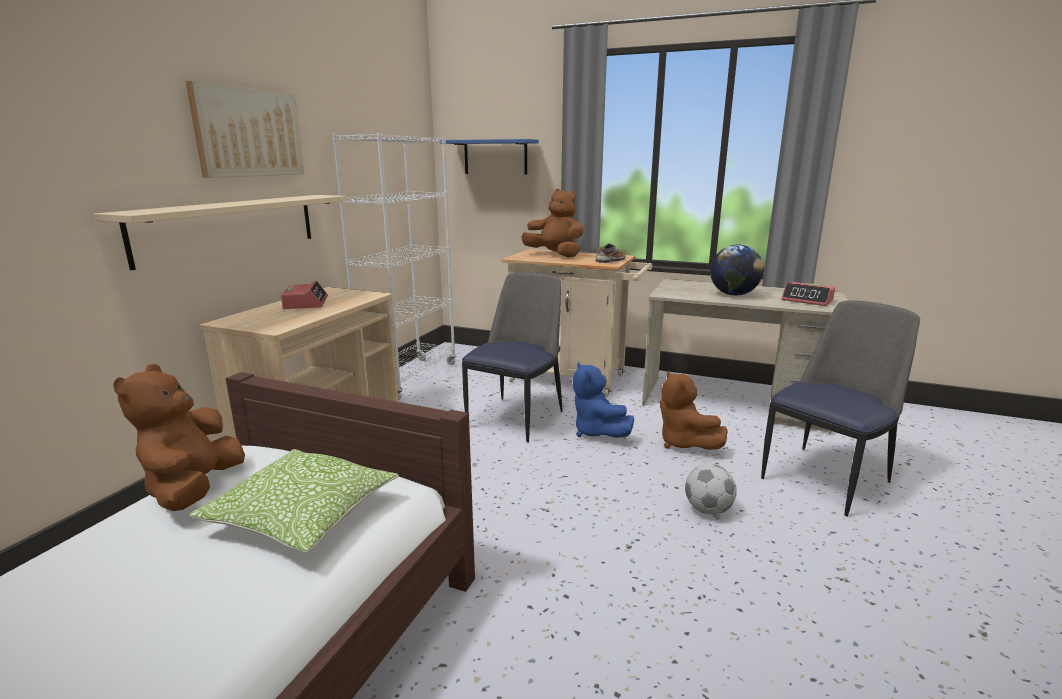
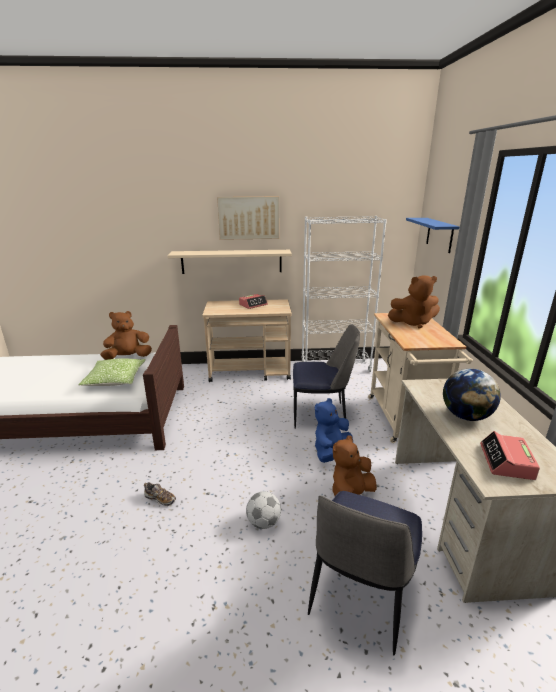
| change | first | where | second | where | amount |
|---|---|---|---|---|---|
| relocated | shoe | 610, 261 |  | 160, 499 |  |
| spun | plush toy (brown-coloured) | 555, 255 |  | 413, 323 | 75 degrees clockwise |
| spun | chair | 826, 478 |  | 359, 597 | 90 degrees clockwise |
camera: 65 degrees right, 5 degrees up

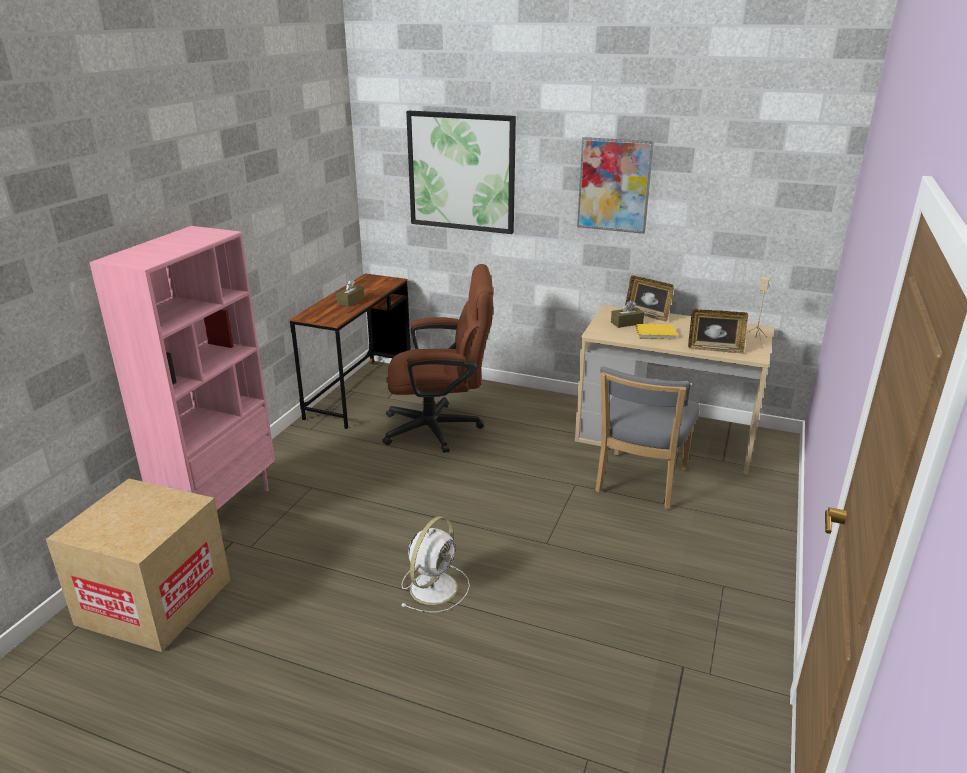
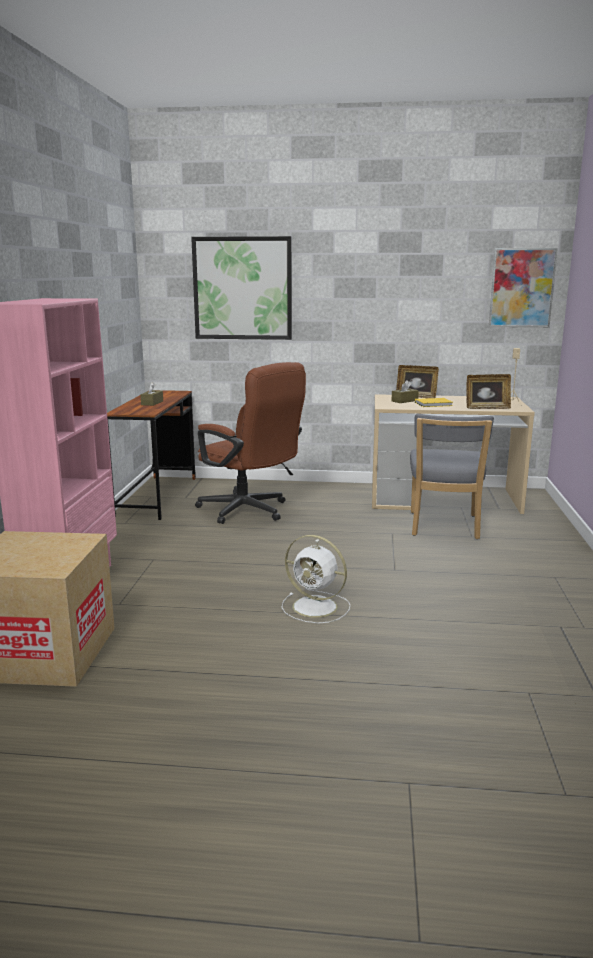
| change | first | where | second | where | amount |
|---|---|---|---|---|---|
| relocated | wall art | 614, 185 |  | 522, 288 |  |
| spun | office chair (brown-coloured) | 441, 428 |  | 249, 511 | 60 degrees clockwise |
| spun | cooling fan (whitish) | 435, 586 |  | 317, 607 | 105 degrees clockwise |
camera: 15 degrees left, 10 degrees down

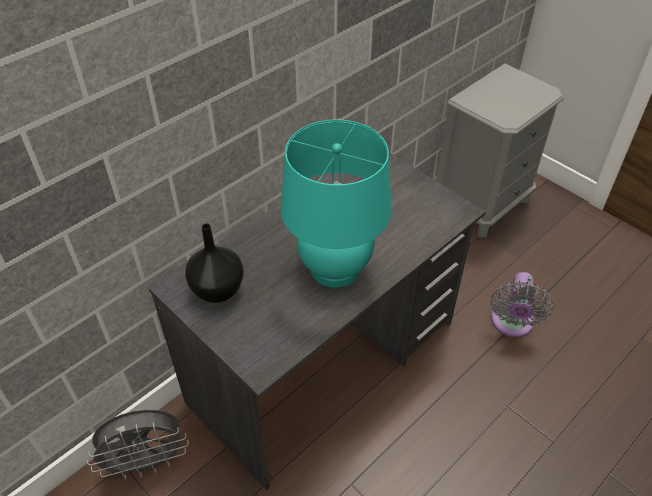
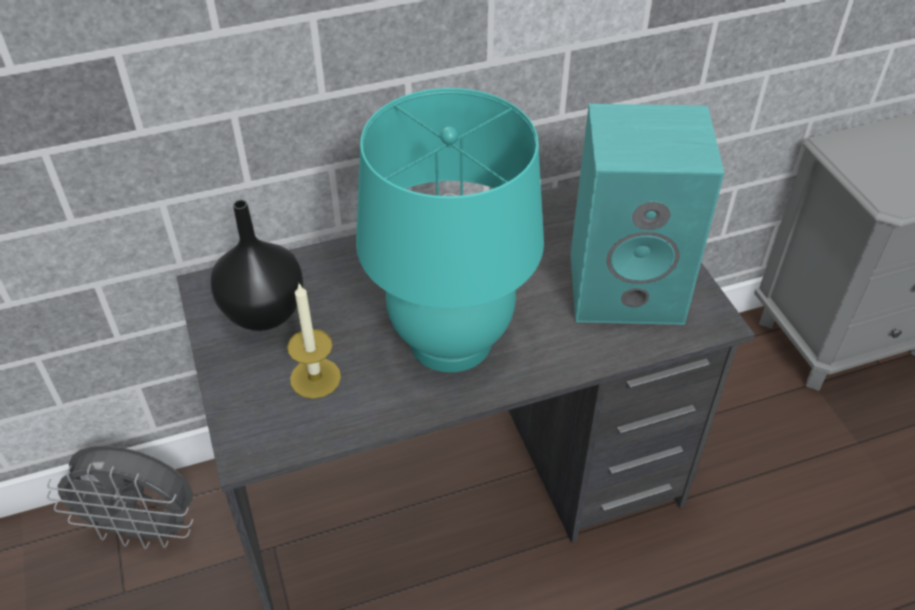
| change | first | where | second | where | amount |
|---|---|---|---|---|---|
| missing | cooling fan (gray) | 511, 324 |  |  |  |
| appeared |  |  | wax candle | 315, 378 |  |
| appeared |  |  | loudspeaker (blue-green) | 628, 286 |  |
camera: 25 degrees right, 0 degrees up

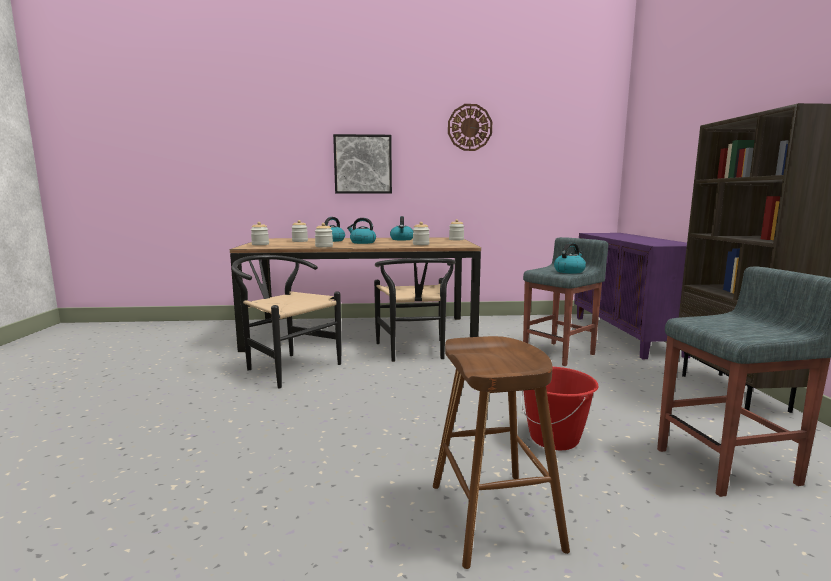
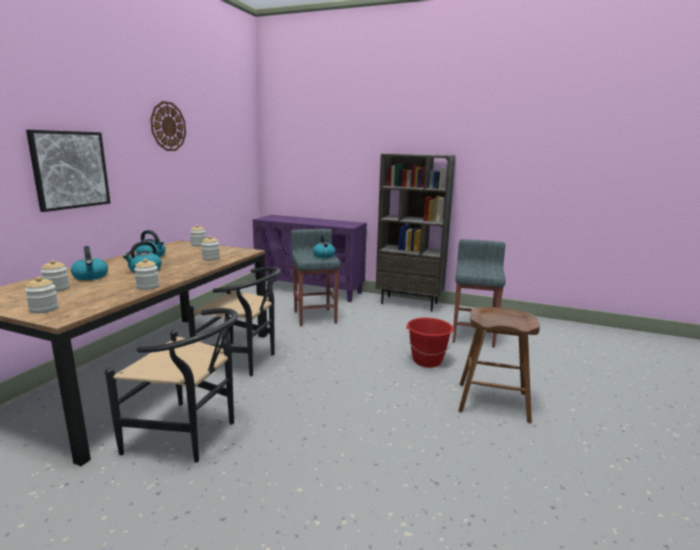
| change | first | where | second | where | amount |
|---|---|---|---|---|---|
| spun | chair (black) | 286, 367 |  | 190, 435 | 135 degrees counterclockwise |
camera: 65 degrees left, 5 degrees up

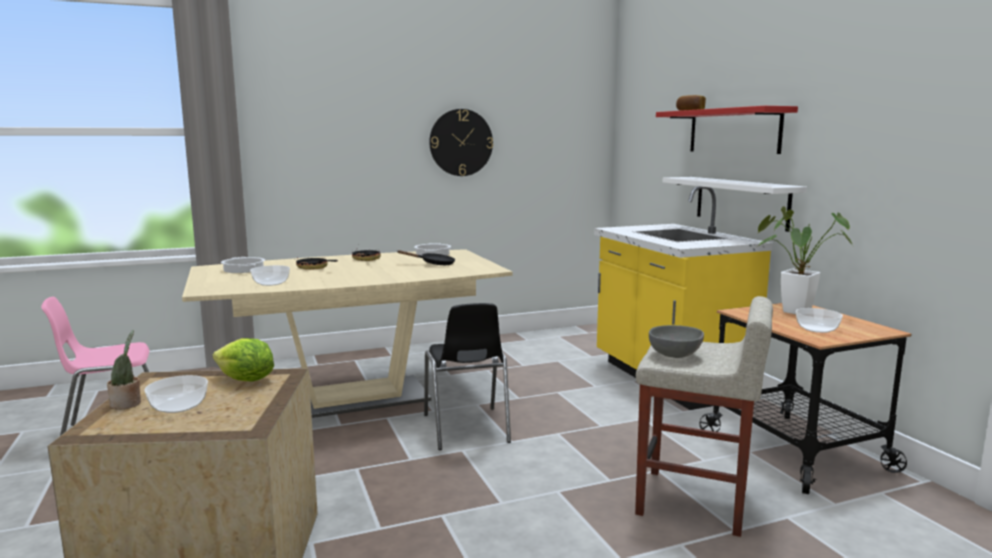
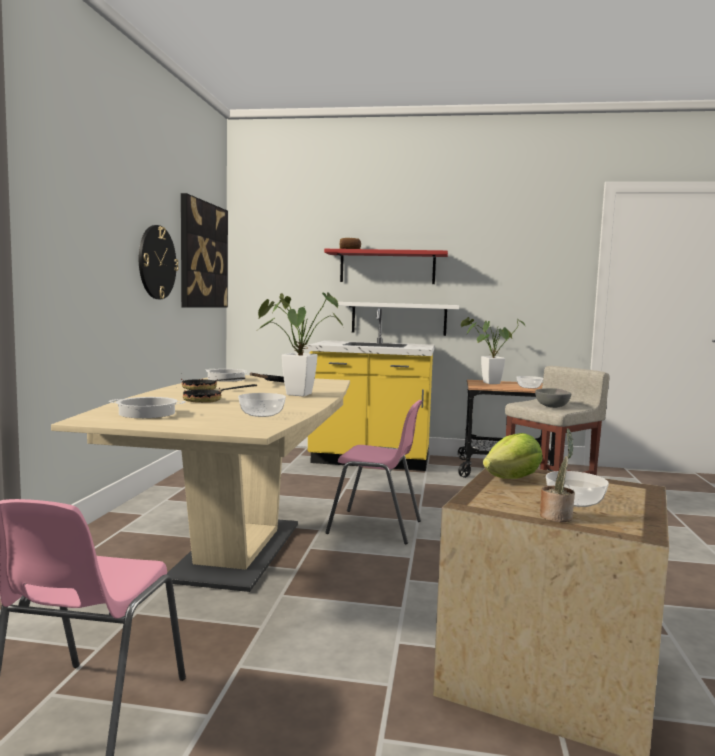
| change | first | where | second | where | amount |
|---|---|---|---|---|---|
| appeared |  |  | wall art | 203, 255 |  |
| appeared |  |  | potted plant | 293, 394 |  |
| colour | chair (black) | 466, 429 | chair (pinkish) | 376, 527 |  |
camera: 60 degrees left, 5 degrees down

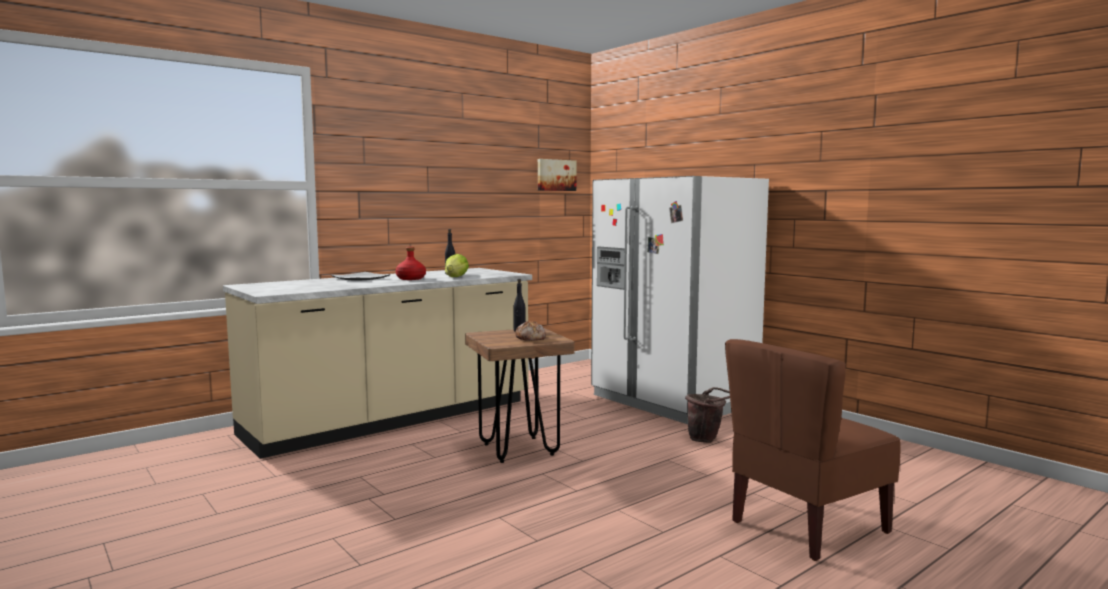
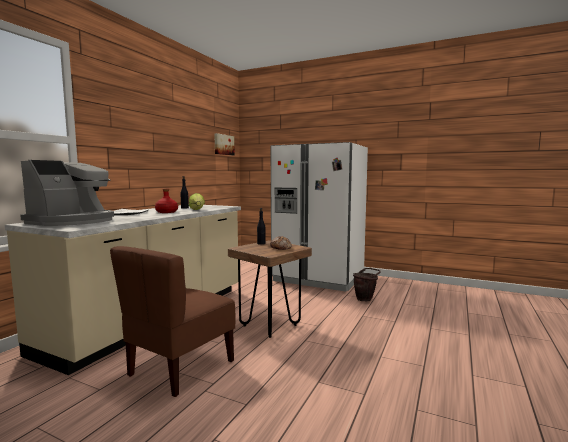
| change | first | where | second | where | amount |
|---|---|---|---|---|---|
| appeared |  |  | coffee maker | 73, 221 |  |
| relocated | chair (brown-coloured) | 806, 526 |  | 180, 368 |  |
camera: 25 degrees left, 0 degrees up

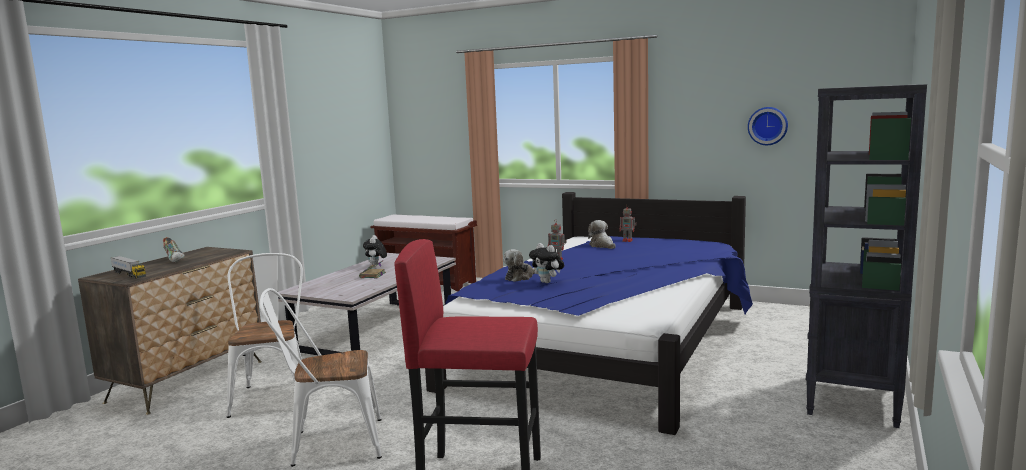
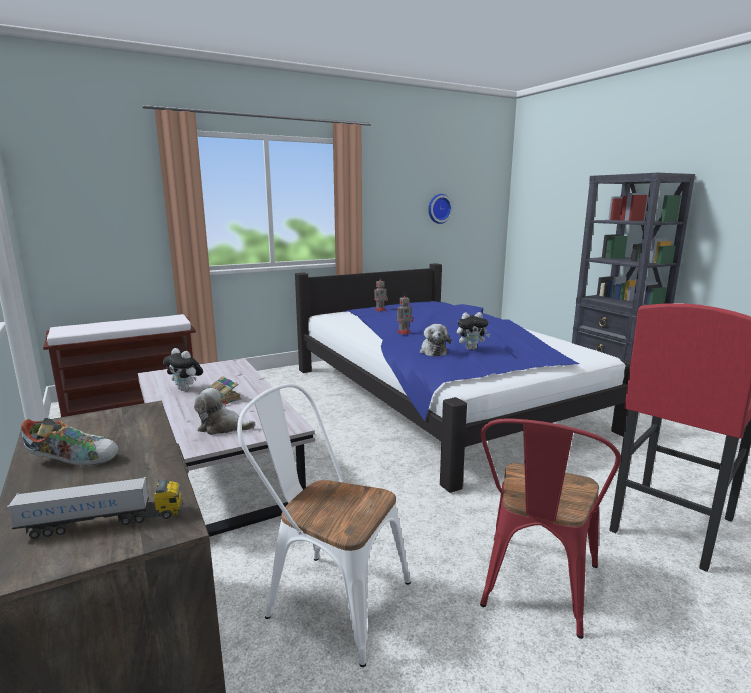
| change | first | where | second | where | amount |
|---|---|---|---|---|---|
| relocated | plush toy | 602, 246 |  | 222, 427 |  |
| colour | chair (whitish) | 329, 443 | chair (red) | 535, 591 |  |
camera: 55 degrees left, 5 degrees up

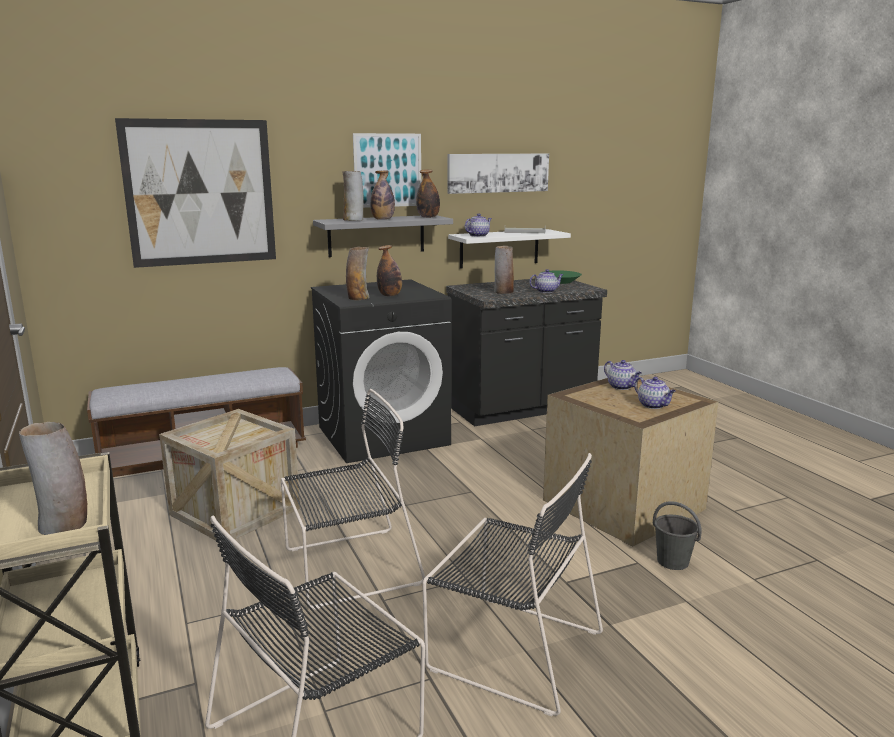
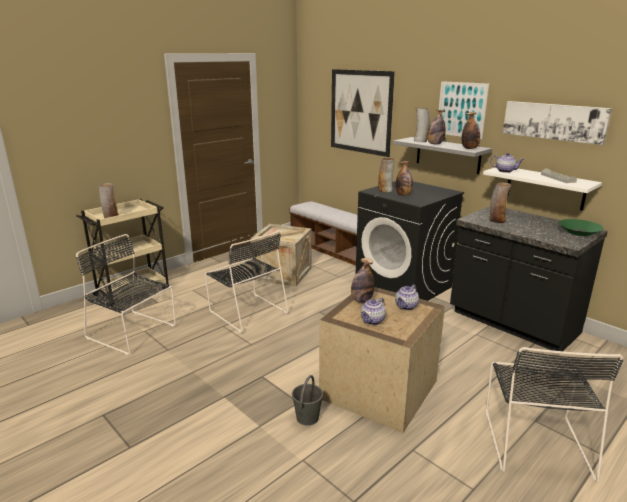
| change | first | where | second | where | amount |
|---|---|---|---|---|---|
| missing | tea pot | 546, 291 |  |  |  |
| appeared |  |  | drink bottle | 361, 300 |  |
| relocated | chair (black) | 510, 648 |  | 535, 441 |  |
camera: 70 degrees right, 5 degrees up

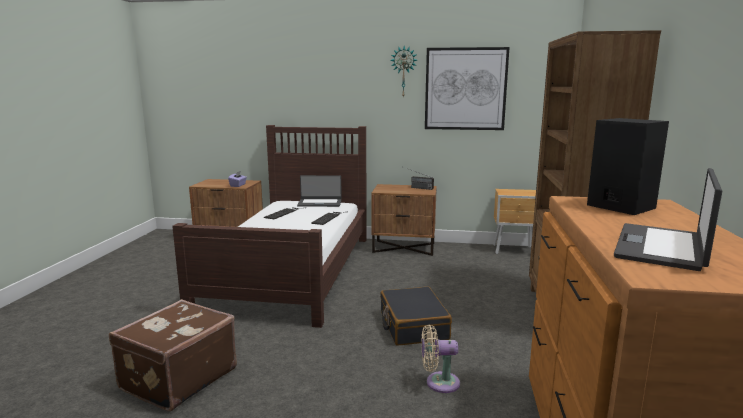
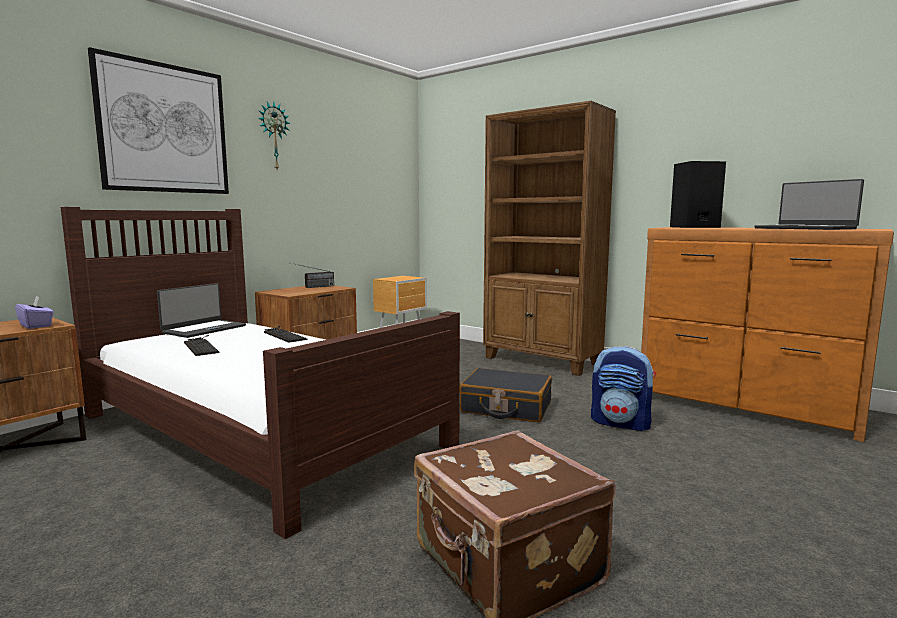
| change | first | where | second | where | amount |
|---|---|---|---|---|---|
| relocated | wall art | 465, 89 |  | 164, 128 |  |
| exchanged | cooling fan (beige) | 439, 383 | knapsack | 621, 423 |  |
camera: 60 degrees left, 5 degrees down

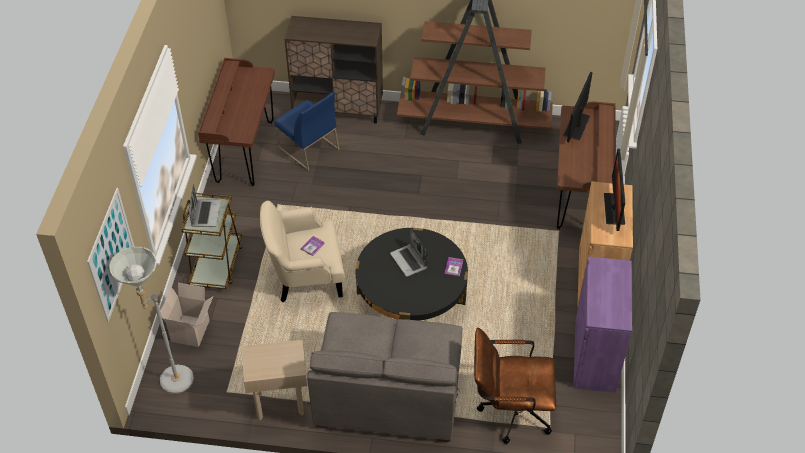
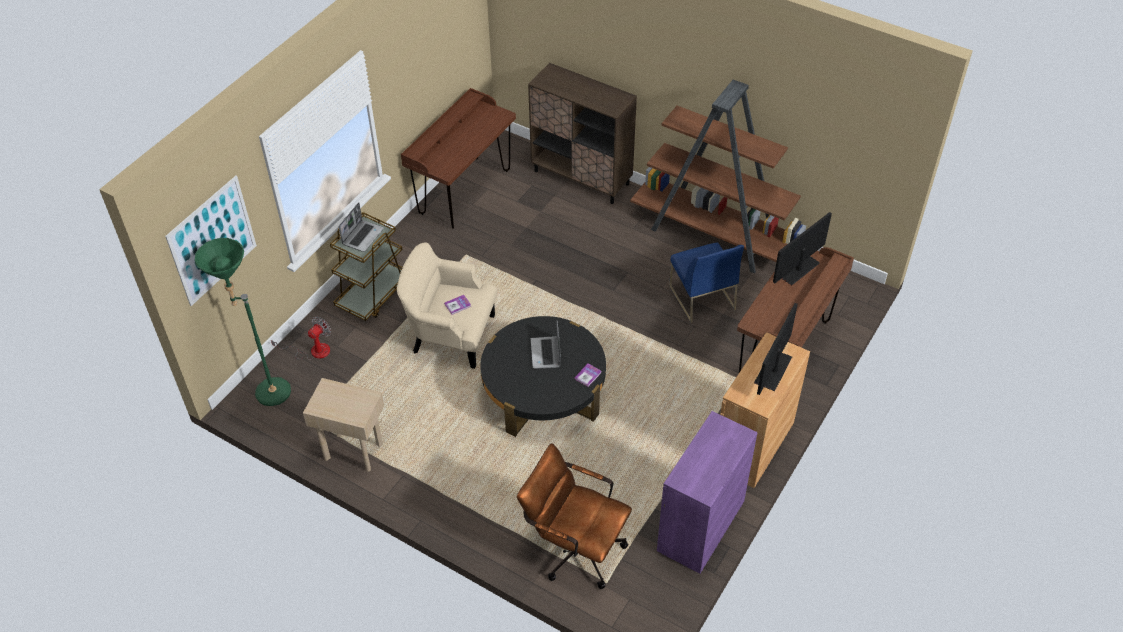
| change | first | where | second | where | amount |
|---|---|---|---|---|---|
| missing | sofa (gray) | 389, 392 |  |  |  |
| relocated | chair (blue-coloured) | 308, 148 |  | 701, 297 |  |
| exchanged | cardboard box | 191, 331 | cooling fan | 313, 351 |  |
| colour | standing lamp (gray) | 169, 382 | standing lamp (green) | 265, 392 |  |
camera: 25 degrees right, 0 degrees up

